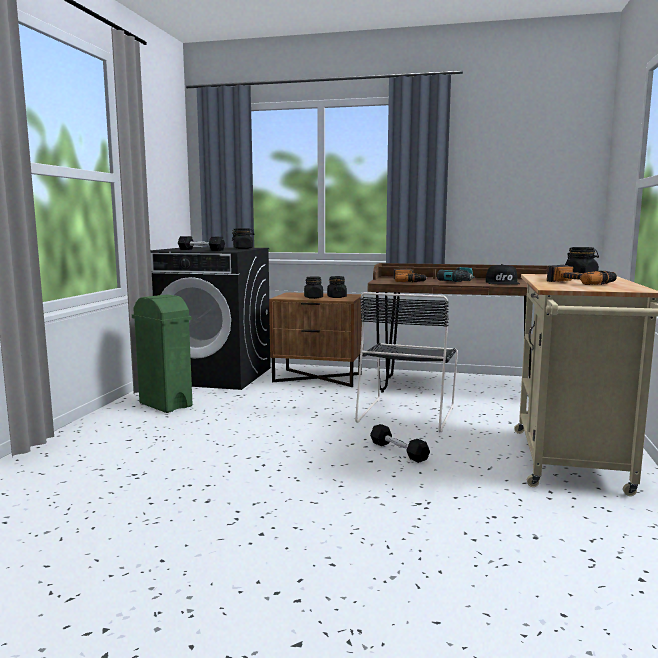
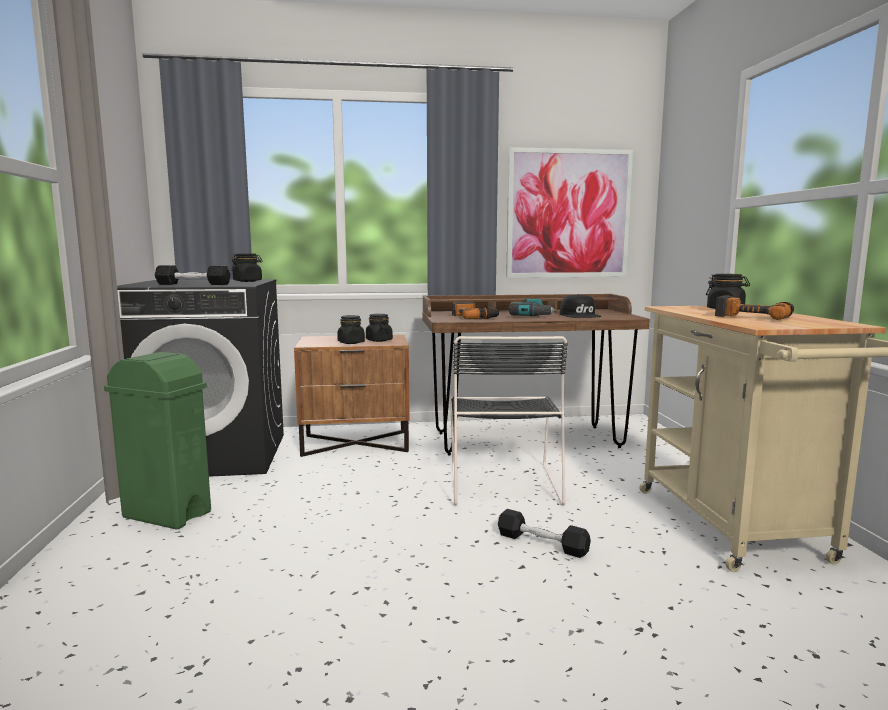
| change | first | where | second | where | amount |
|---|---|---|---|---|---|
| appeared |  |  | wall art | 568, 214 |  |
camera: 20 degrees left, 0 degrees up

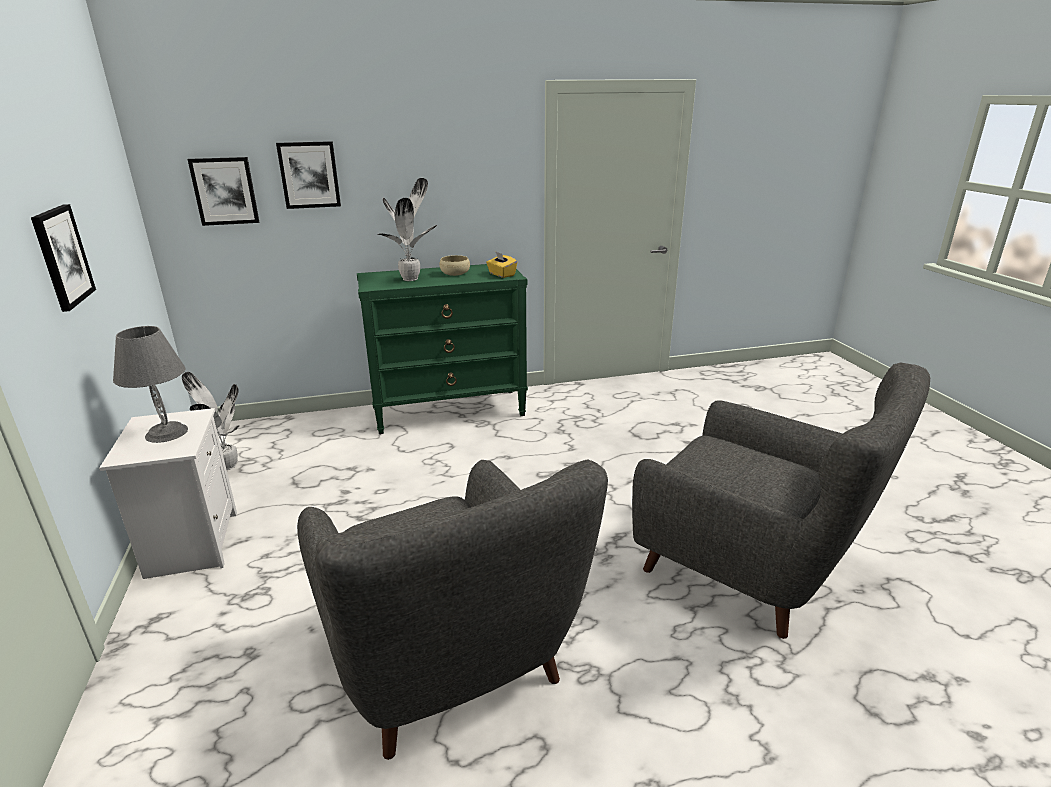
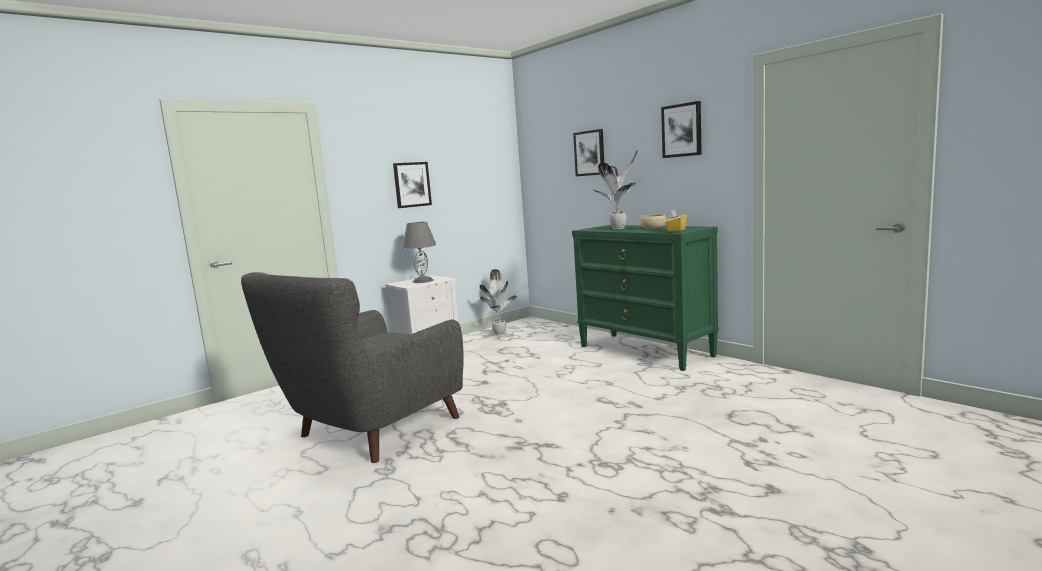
| change | first | where | second | where | amount |
|---|---|---|---|---|---|
| missing | armchair (gray) | 753, 570 |  |  |  |
| relocated | wall art | 225, 191 |  | 682, 130 |  |
camera: 65 degrees right, 15 degrees down

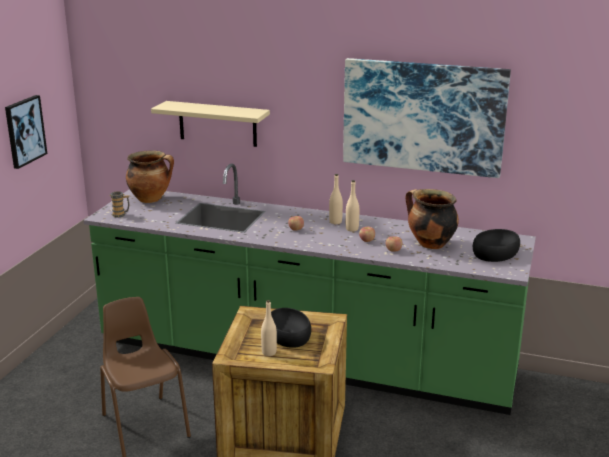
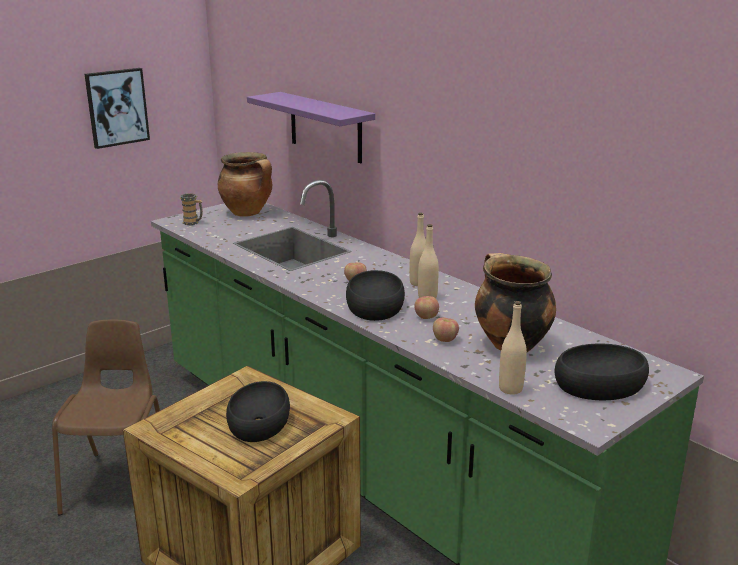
| change | first | where | second | where | amount |
|---|---|---|---|---|---|
| missing | wall art | 423, 116 |  |  |  |
| appeared |  |  | bowl (black) | 374, 305 |  |
| relocated | drink bottle (beige) | 269, 352 |  | 510, 389 |  |
| colour | wall shelf (beige) | 217, 124 | wall shelf (purple) | 325, 127 |  |
camera: 30 degrees right, 0 degrees up

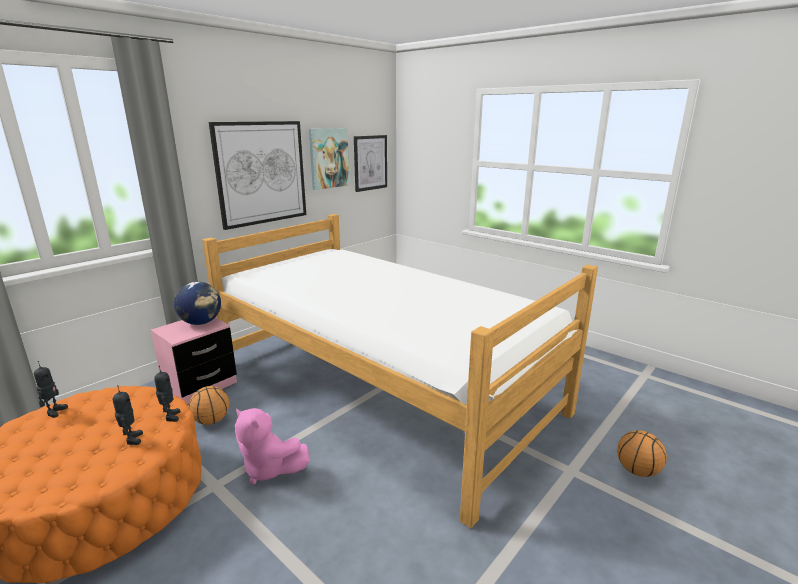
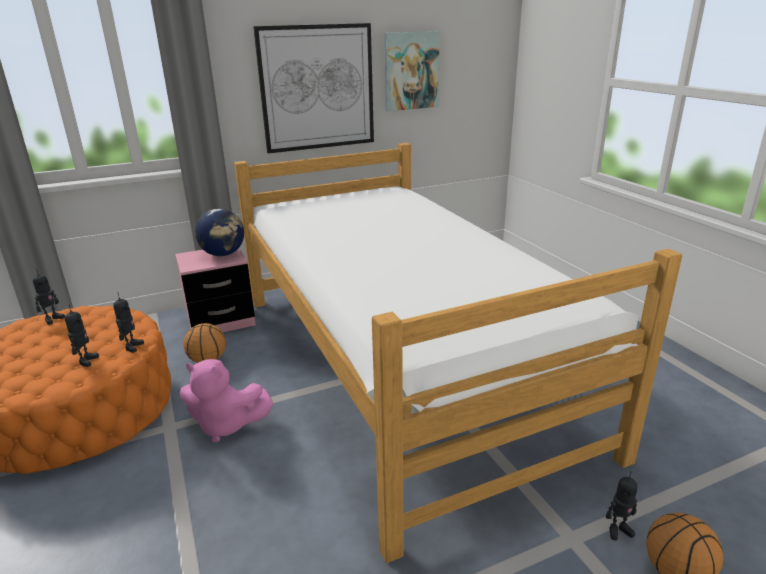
| change | first | where | second | where | amount |
|---|---|---|---|---|---|
| missing | wall art | 370, 163 |  |  |  |
| appeared |  |  | robot figure | 618, 530 |  |
| spun | plush toy (pinkish) | 269, 469 |  | 226, 425 | 45 degrees counterclockwise |
camera: 25 degrees right, 5 degrees up

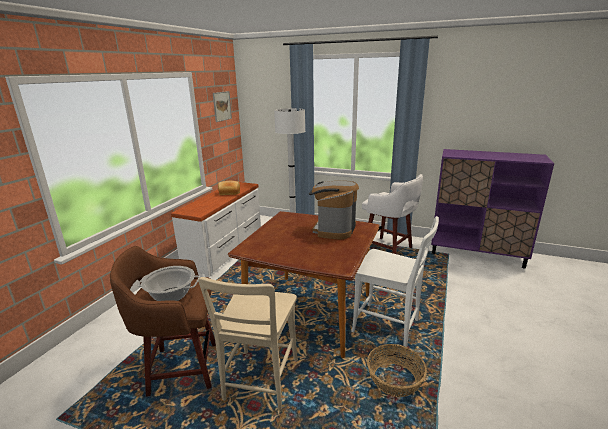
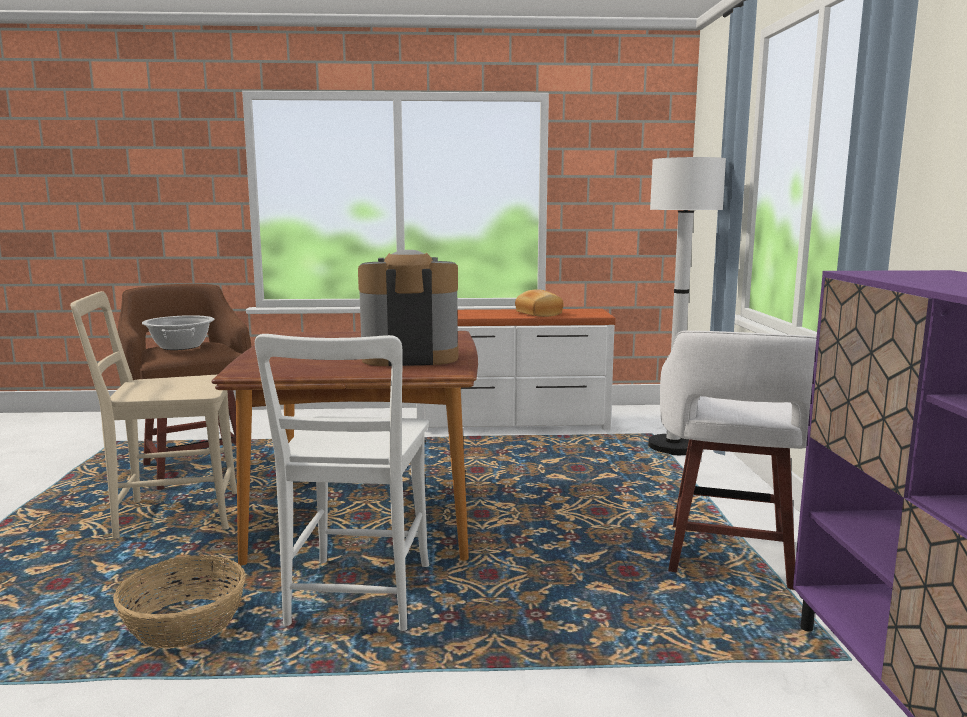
| change | first | where | second | where | amount |
|---|---|---|---|---|---|
| missing | wall art | 222, 106 |  |  |  |
camera: 65 degrees right, 10 degrees down

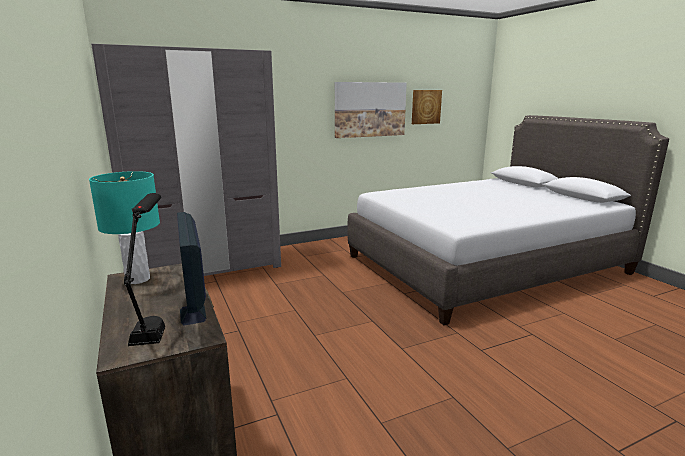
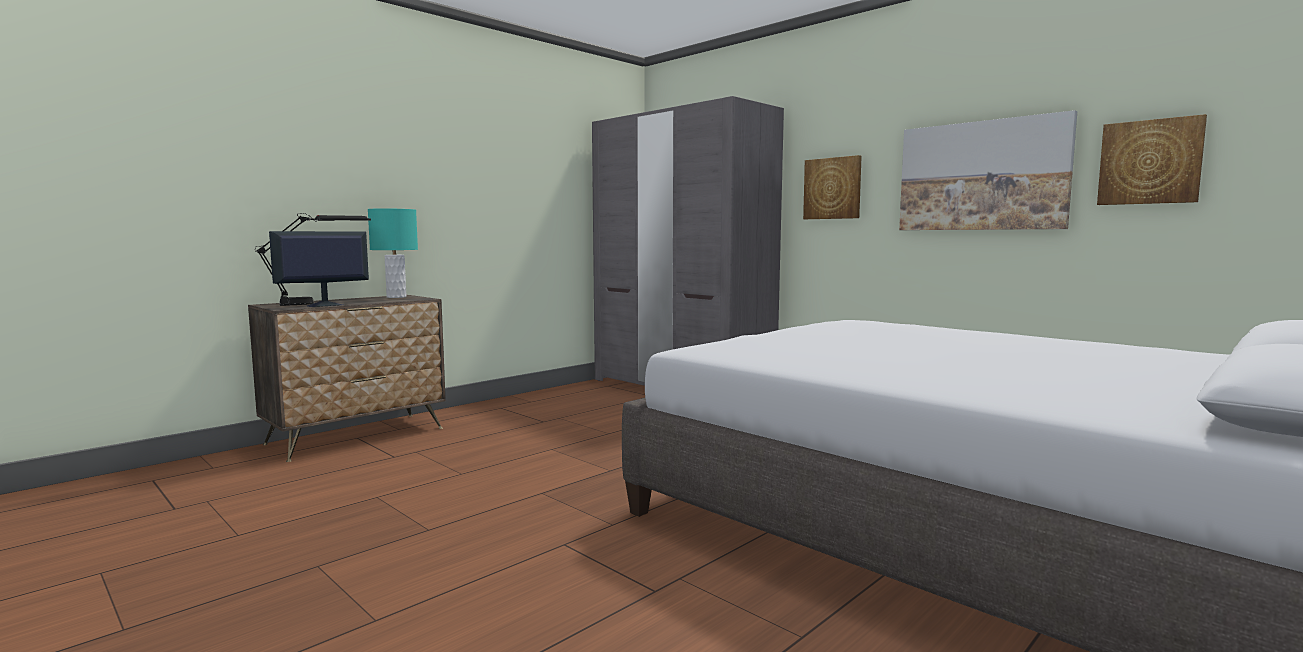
| change | first | where | second | where | amount |
|---|---|---|---|---|---|
| appeared |  |  | wall art | 832, 188 |  |
camera: 70 degrees right, 10 degrees down

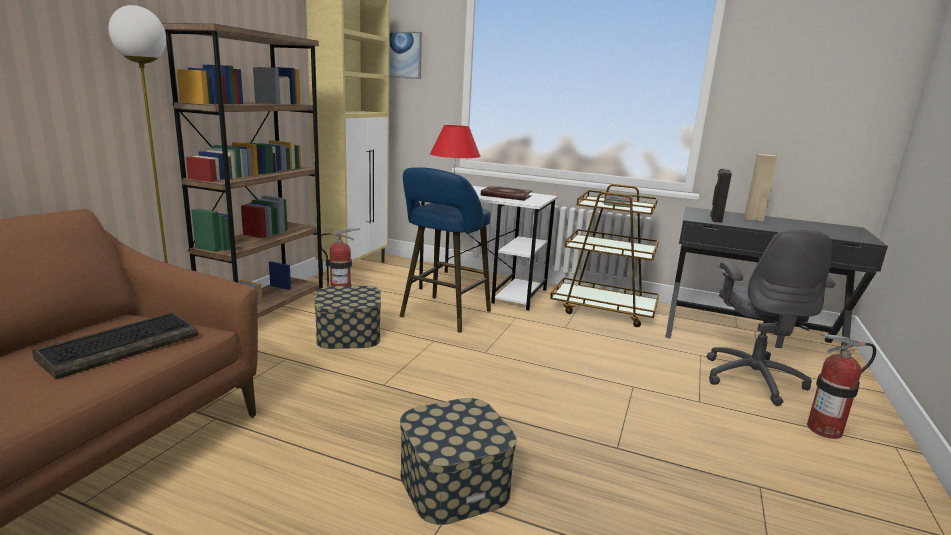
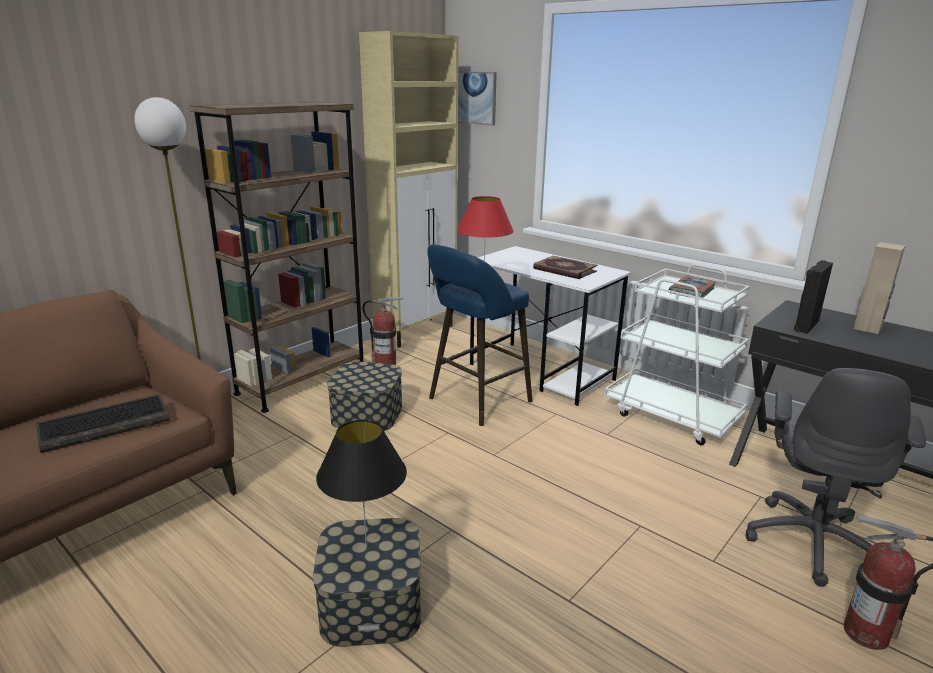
| change | first | where | second | where | amount |
|---|---|---|---|---|---|
| appeared |  |  | table lamp (black) | 366, 547 |  |
| colour | wheeled cart (brown-coloured) | 603, 310 | wheeled cart (whitish) | 672, 415 |  |
camera: 20 degrees right, 5 degrees up

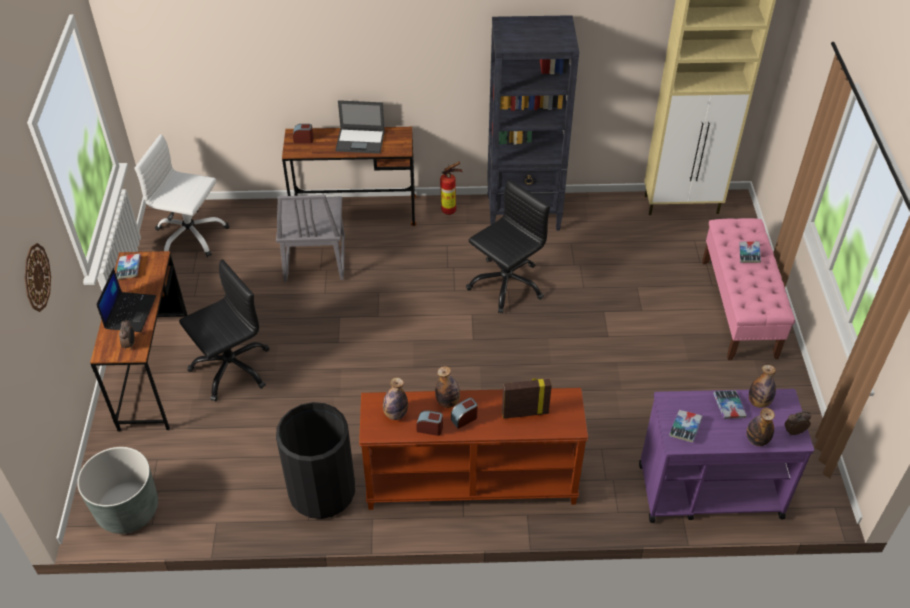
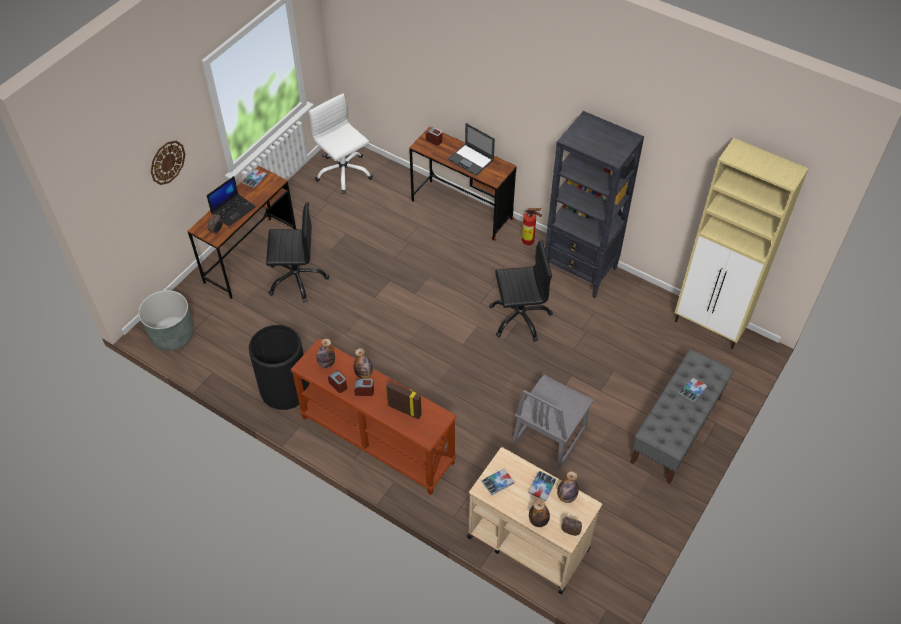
| change | first | where | second | where | amount |
|---|---|---|---|---|---|
| relocated | chair (gray) | 314, 259 |  | 548, 435 |  |
| colour | wheeled cart (purple) | 708, 490 | wheeled cart (beige) | 527, 542 |  |
| colour | long seat (pinkish) | 738, 308 | long seat (gray) | 676, 430 |  |
camera: 35 degrees right, 5 degrees up

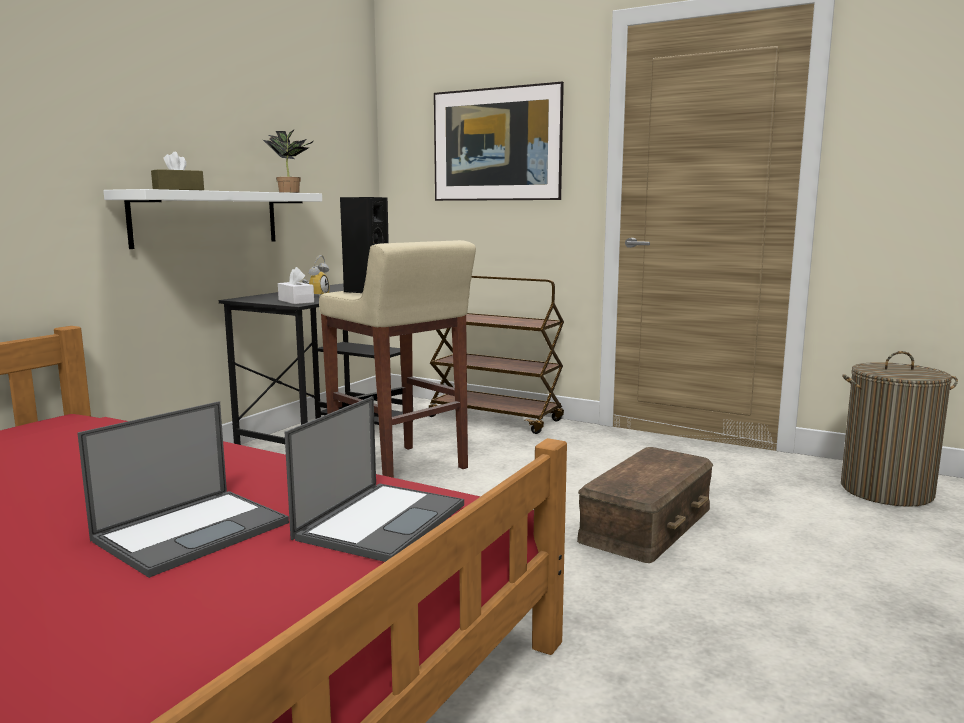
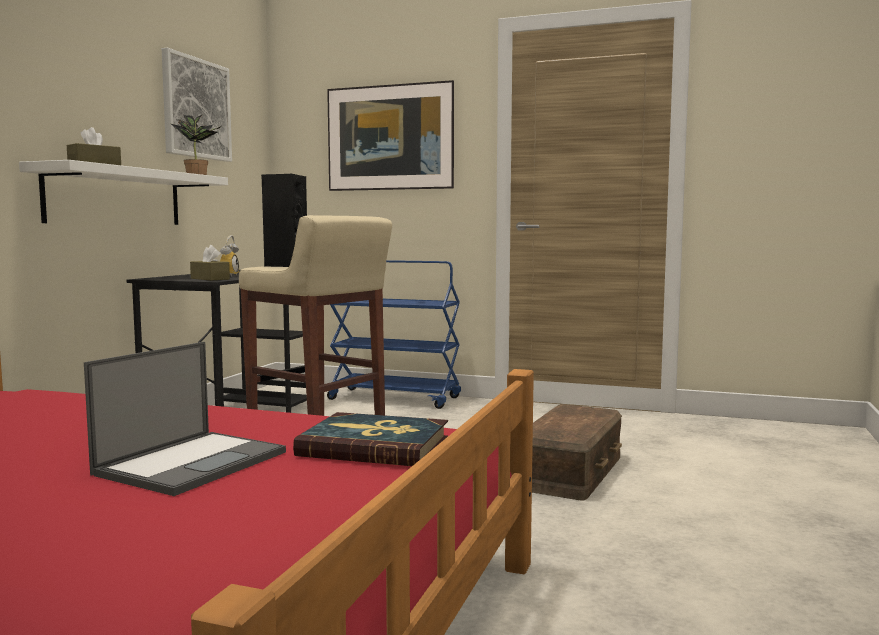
| change | first | where | second | where | amount |
|---|---|---|---|---|---|
| missing | hamper | 886, 490 |  |  |  |
| appeared |  |  | wall art | 196, 108 |  |
| exchanged | portable computer | 382, 520 | volume | 375, 446 |  |
| colour | tissue box (whitish) | 296, 301 | tissue box (brown-coloured) | 210, 279 |  |
| colour | wheeled cart (brown-coloured) | 496, 419 | wheeled cart (blue-coloured) | 395, 398 |  |
camera: 10 degrees left, 5 degrees down

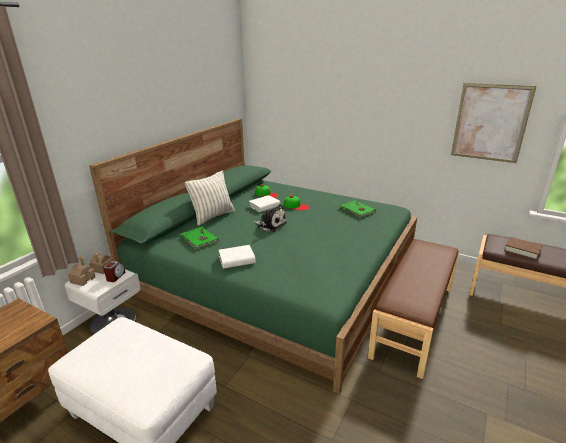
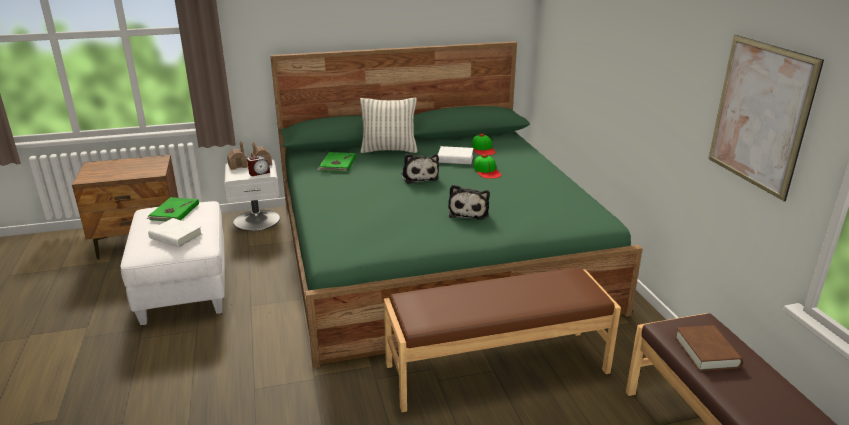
| change | first | where | second | where | amount |
|---|---|---|---|---|---|
| appeared |  |  | plush toy | 469, 212 |  |
| relocated | volume (whitish) | 237, 260 |  | 176, 237 |  |
| relocated | volume (green) | 357, 211 |  | 173, 212 |  |
camera: 45 degrees right, 0 degrees up

